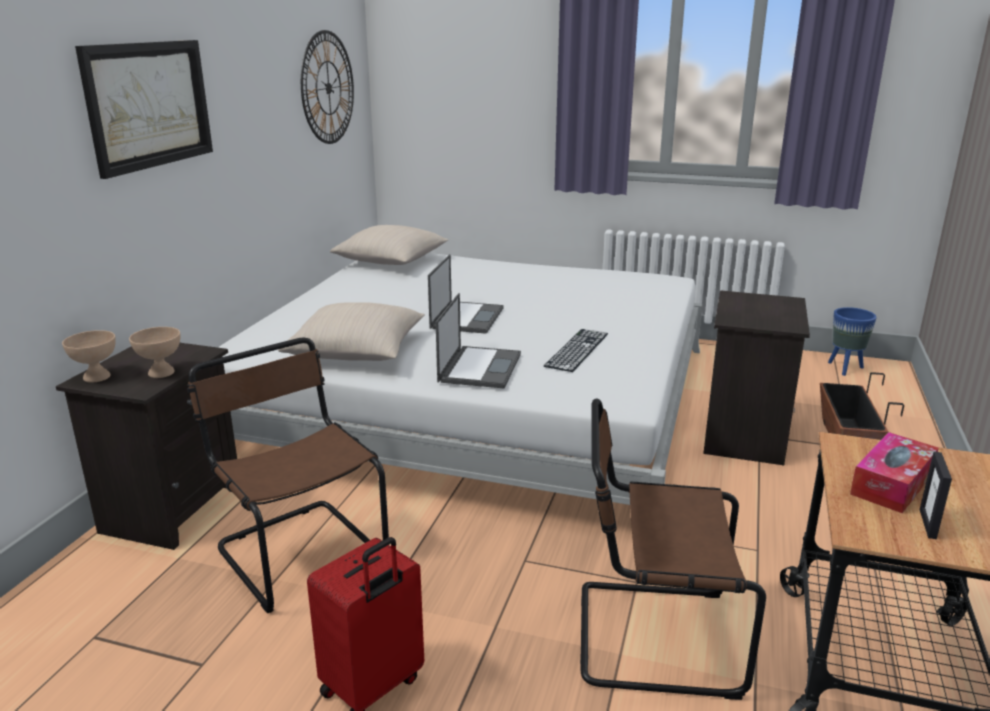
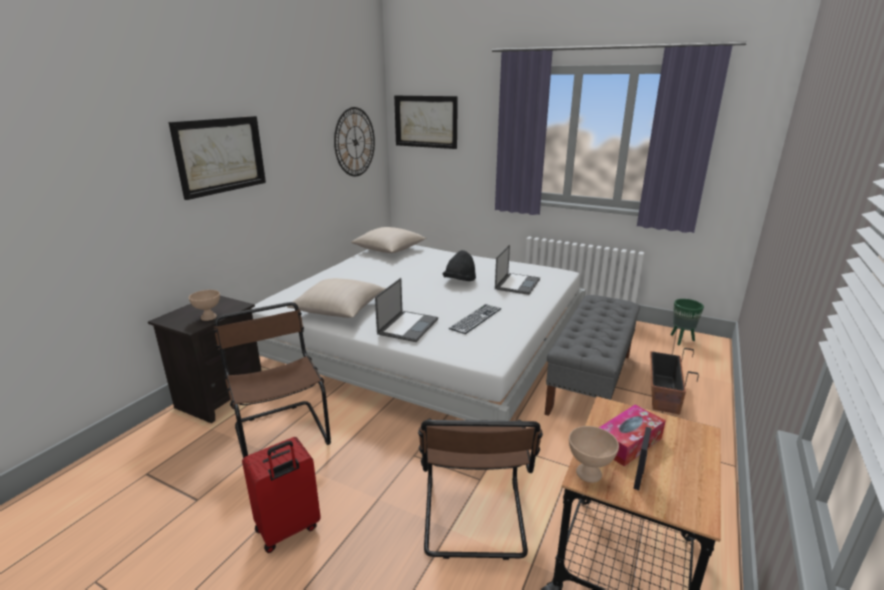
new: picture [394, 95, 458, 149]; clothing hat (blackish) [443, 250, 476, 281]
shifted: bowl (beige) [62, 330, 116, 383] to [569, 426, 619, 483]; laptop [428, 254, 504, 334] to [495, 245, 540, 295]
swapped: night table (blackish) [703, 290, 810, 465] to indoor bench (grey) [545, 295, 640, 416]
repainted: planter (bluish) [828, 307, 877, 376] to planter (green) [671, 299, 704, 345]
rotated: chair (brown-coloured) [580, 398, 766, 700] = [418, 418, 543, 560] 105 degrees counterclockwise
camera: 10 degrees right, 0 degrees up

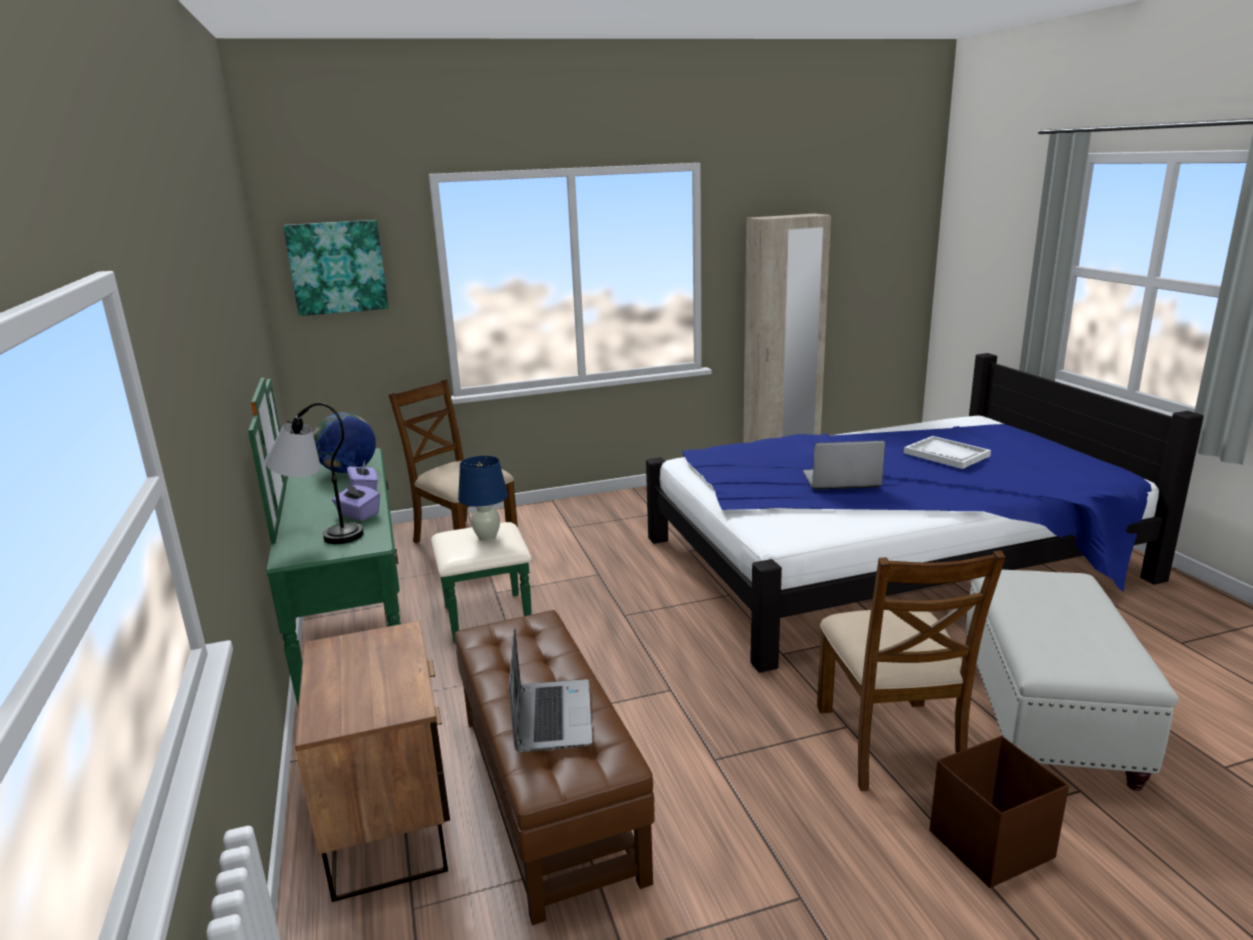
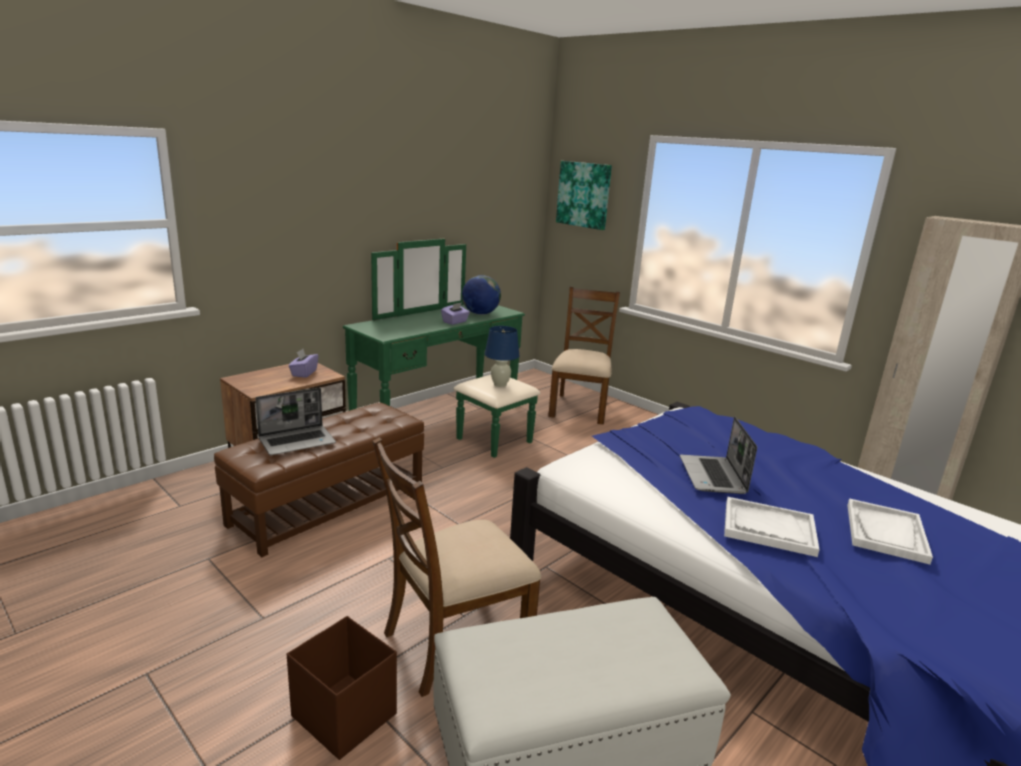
gone: lamp for a table [265, 403, 364, 544]
new: carrying tray (white-coloured) [724, 497, 820, 557]
shifted: box of tissues (purple-coloured) [332, 483, 380, 521] to [288, 349, 318, 378]
rotated: laptop [803, 441, 885, 490] = [680, 417, 757, 494] 150 degrees counterclockwise
camera: 60 degrees right, 0 degrees up

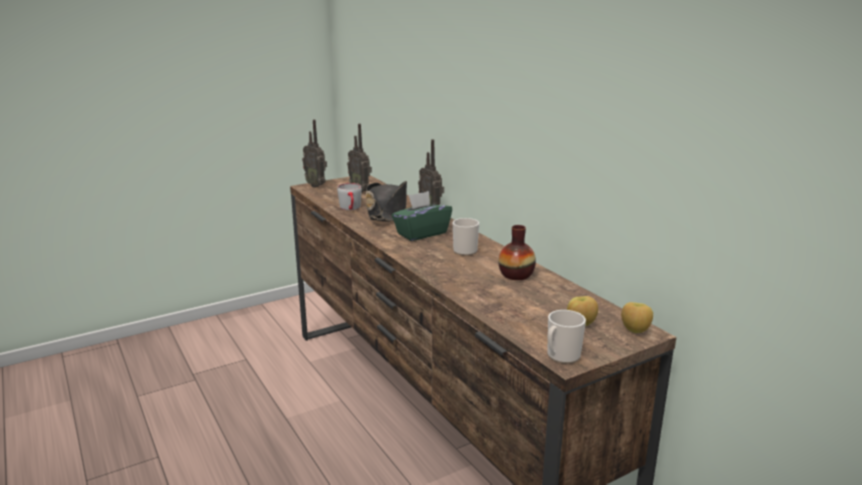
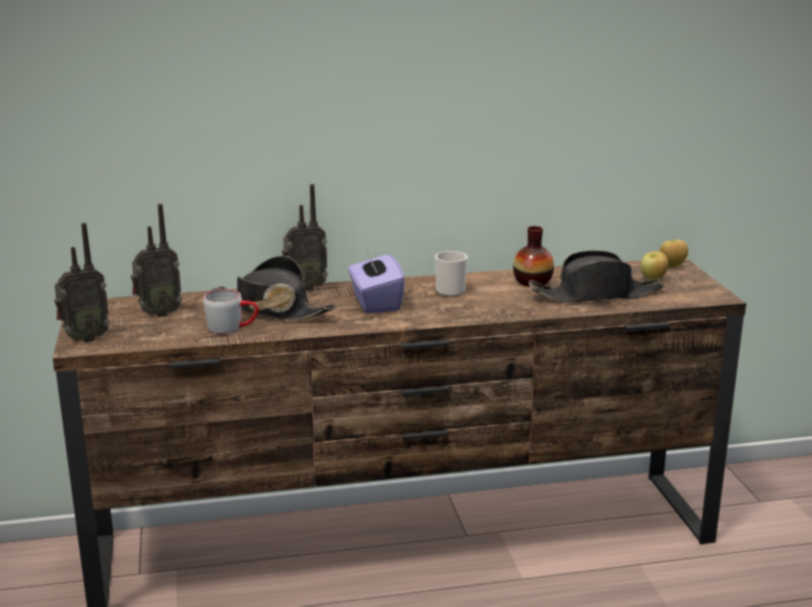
gone: tea mug [547, 310, 586, 364]
new: clothing hat (blackish) [529, 250, 664, 303]
repainted: box of tissues (green) [392, 191, 452, 241] to box of tissues (purple-coloured) [348, 247, 405, 313]
camera: 70 degrees left, 0 degrees up

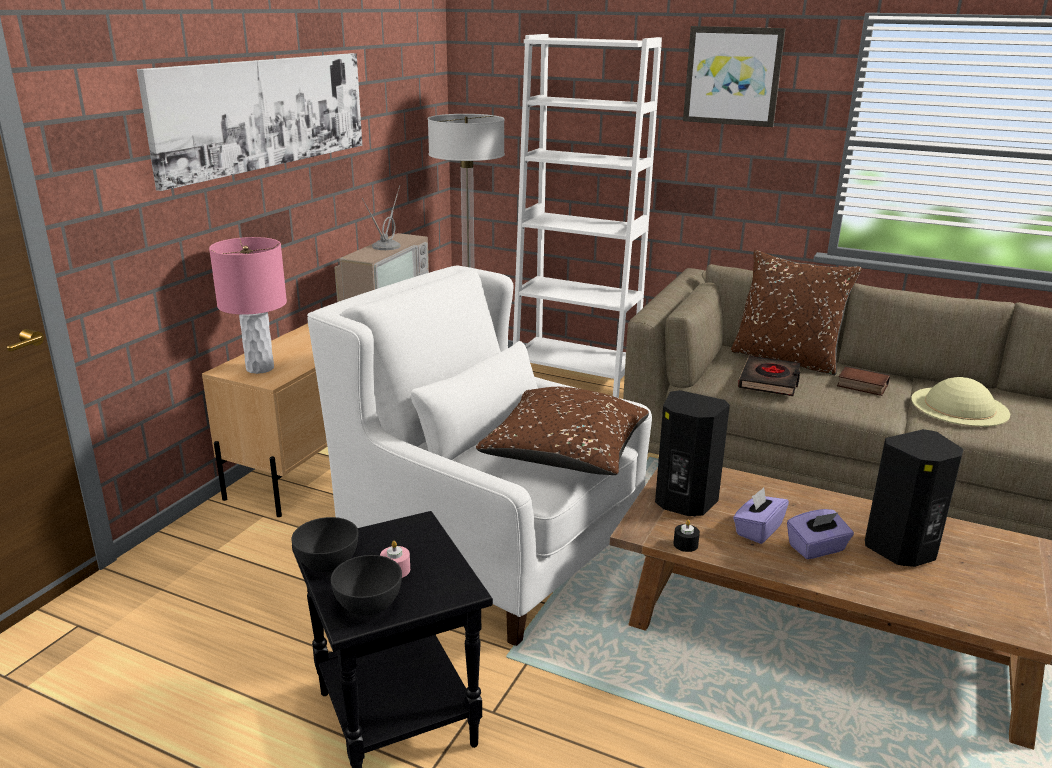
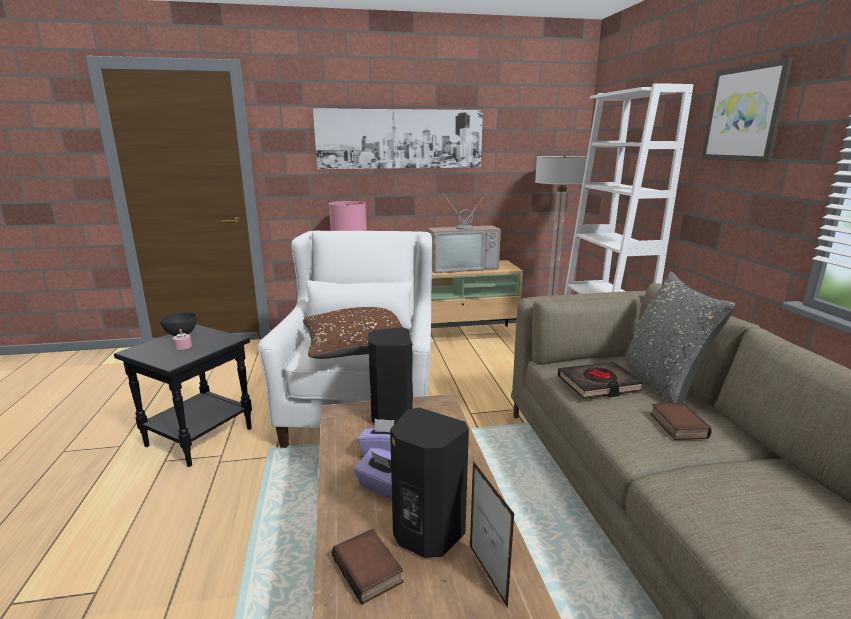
gone: bowl (grey) [331, 555, 402, 616]; candle (blackish) [673, 519, 700, 552]; clothing hat (beige) [911, 377, 1010, 427]
new: volume [332, 529, 404, 605]; picture frame [470, 461, 515, 608]
repainted: cushion (brown-coloured) [731, 250, 862, 375] to cushion (grey) [625, 271, 736, 403]
camera: 55 degrees right, 5 degrees down

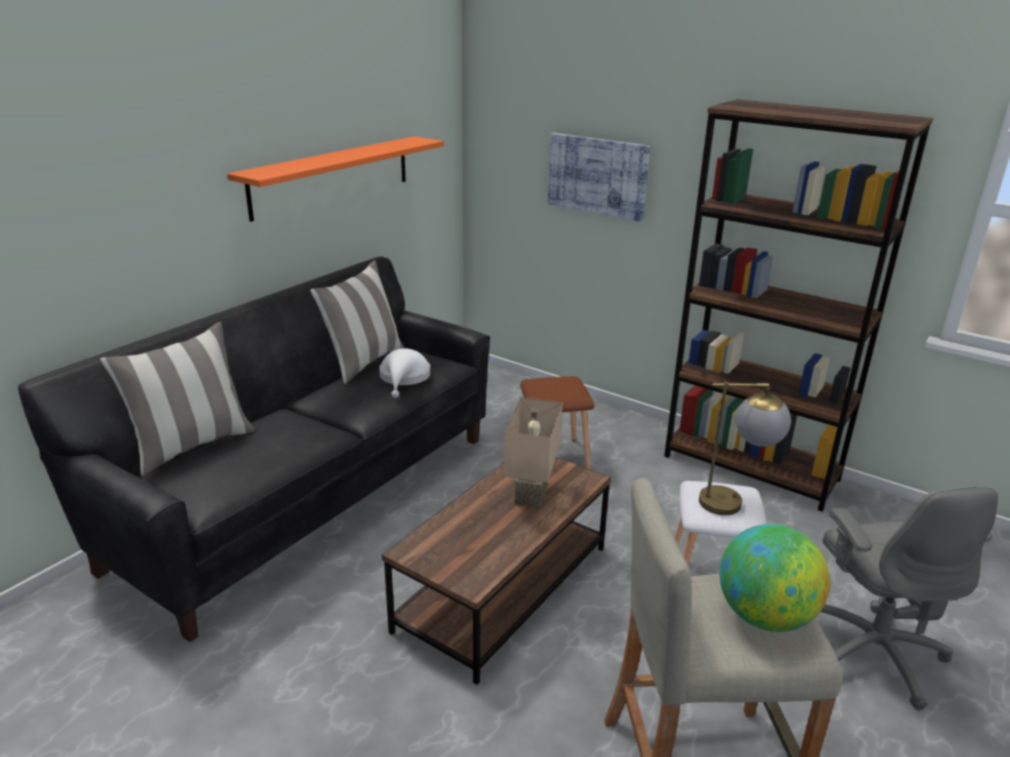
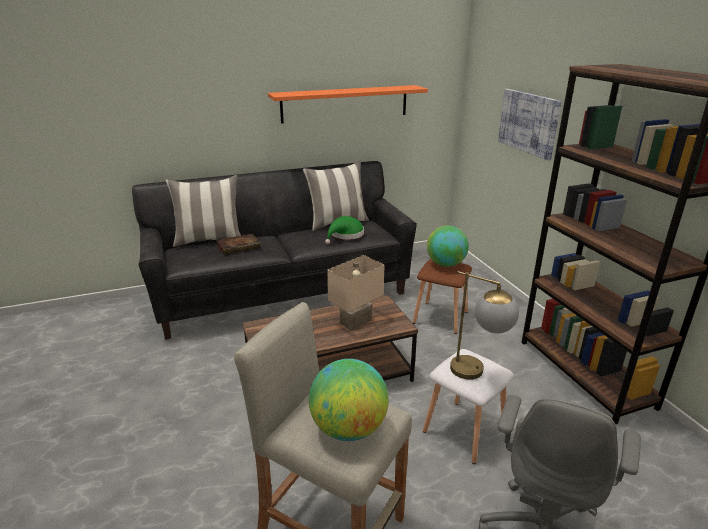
new: volume [216, 234, 261, 255]; globe [427, 226, 469, 267]
repainted: clothing hat (white-coloured) [379, 348, 430, 398] to clothing hat (green) [325, 216, 364, 244]
camera: 35 degrees right, 0 degrees up

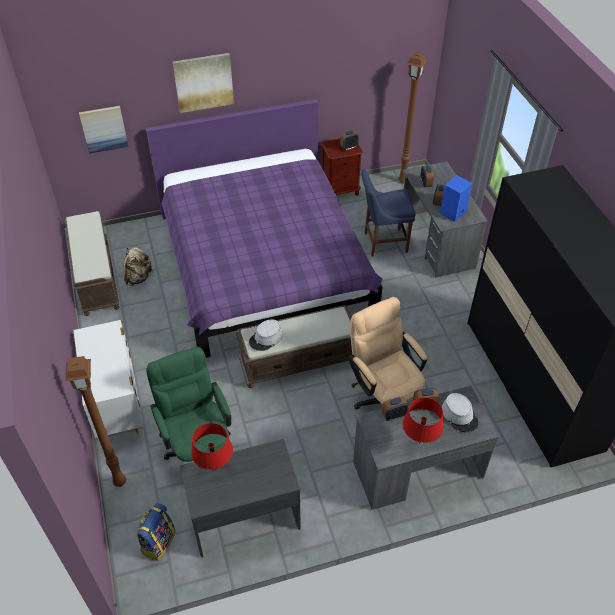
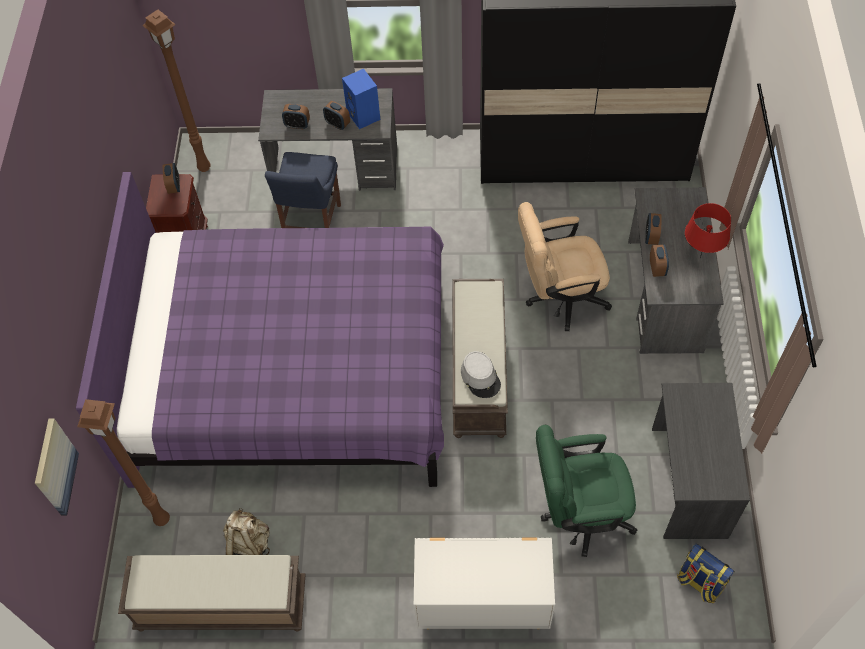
gone: picture [173, 53, 234, 113]; lamp for a table (red-coloured) [191, 423, 233, 471]; clothing hat (grey) [442, 393, 478, 432]
shifted: standard lamp (brown-coloured) [65, 356, 126, 487] to [77, 399, 170, 526]
camera: 70 degrees left, 10 degrees up

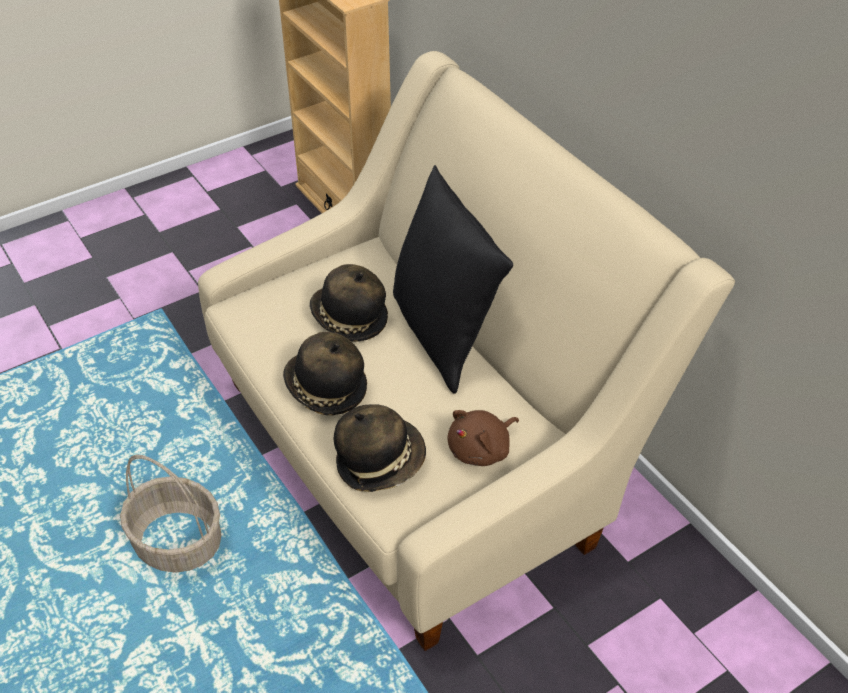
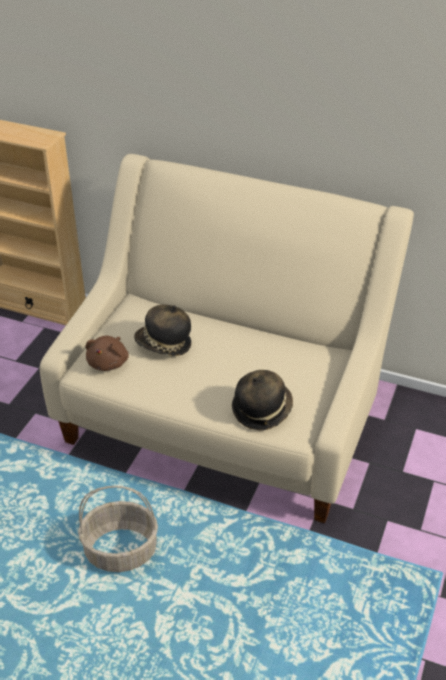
gone: clothing hat [283, 332, 367, 415]; cushion (blackish) [393, 165, 513, 394]
shifted: soft toy (brown-coloured) [448, 410, 519, 466] to [86, 336, 129, 371]
camera: 35 degrees left, 5 degrees down

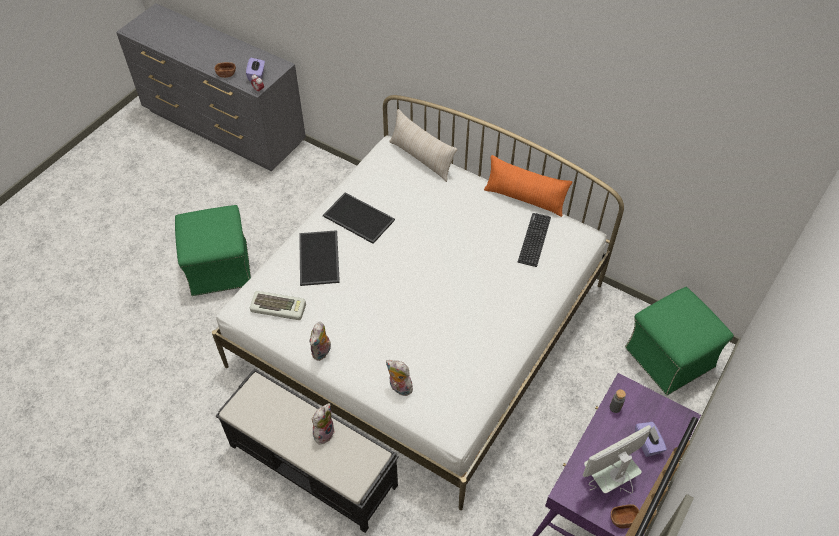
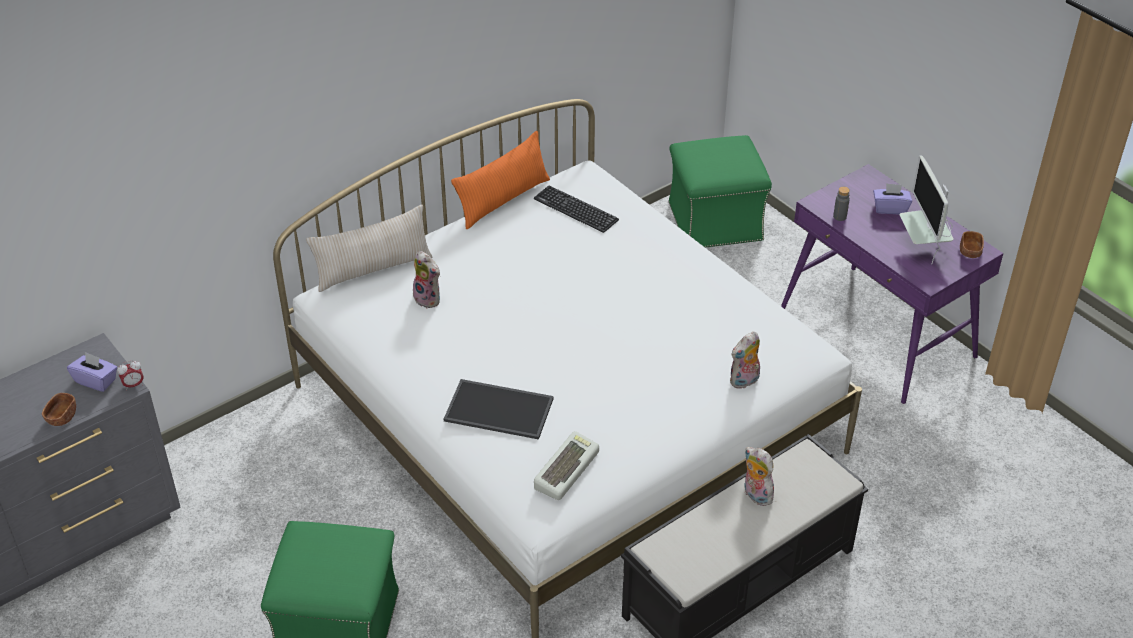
gone: carrying tray [323, 193, 395, 244]
shifted: soft toy [310, 322, 331, 361] to [413, 251, 441, 309]
camera: 70 degrees left, 10 degrees down

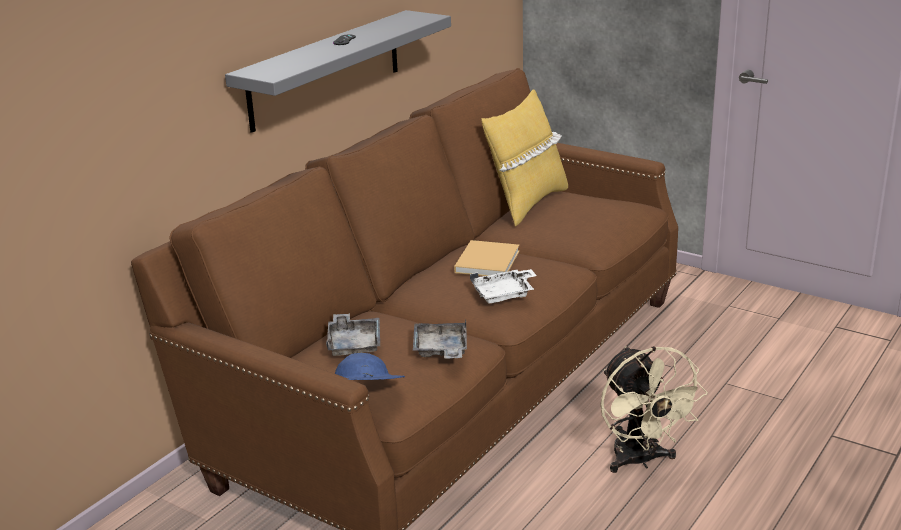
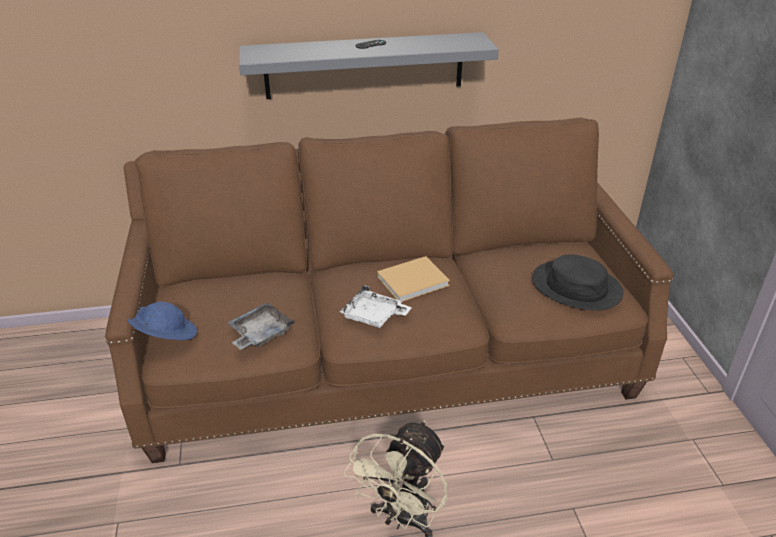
gone: carrying tray (grey) [326, 314, 380, 356]; cushion (yellow-coloured) [481, 89, 568, 227]
new: clothing hat (blackish) [532, 254, 624, 311]
camera: 45 degrees right, 10 degrees up

